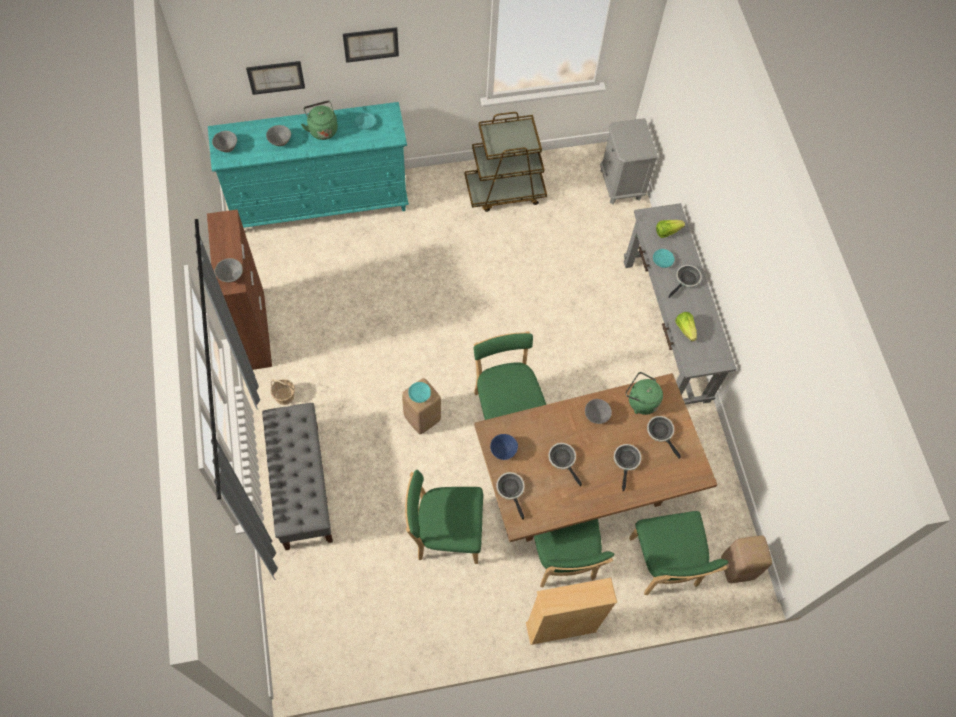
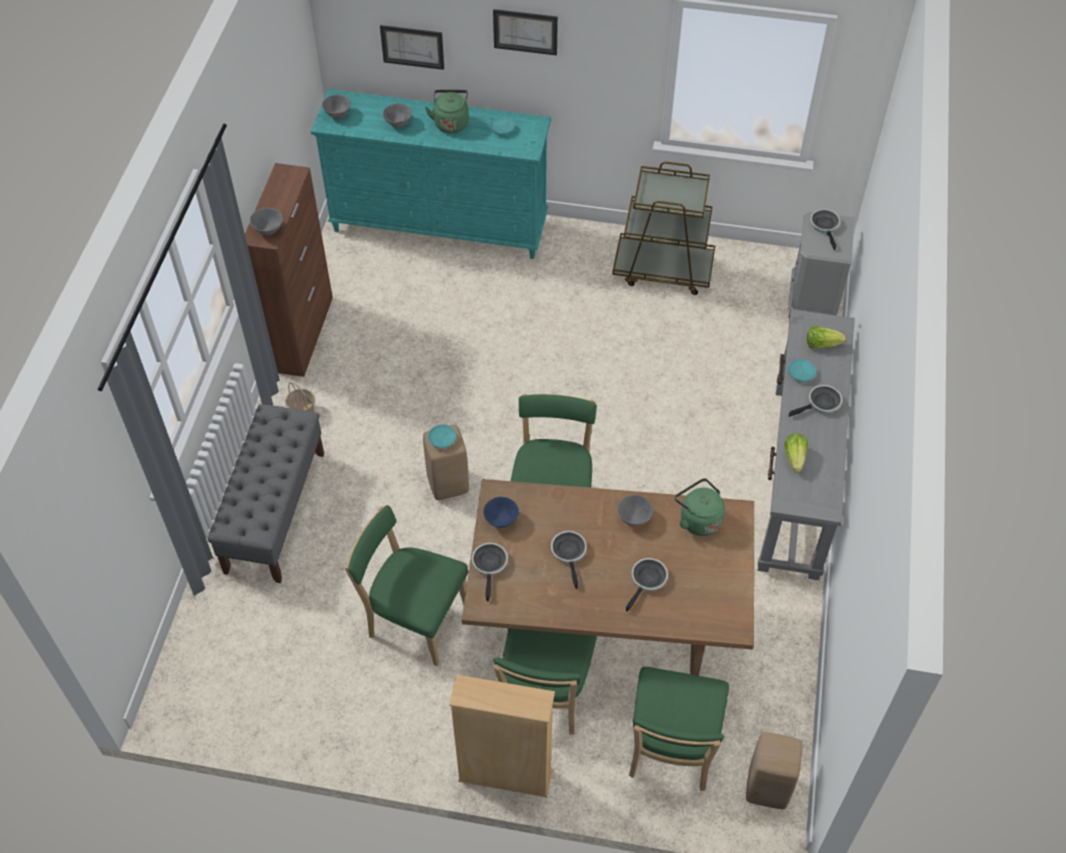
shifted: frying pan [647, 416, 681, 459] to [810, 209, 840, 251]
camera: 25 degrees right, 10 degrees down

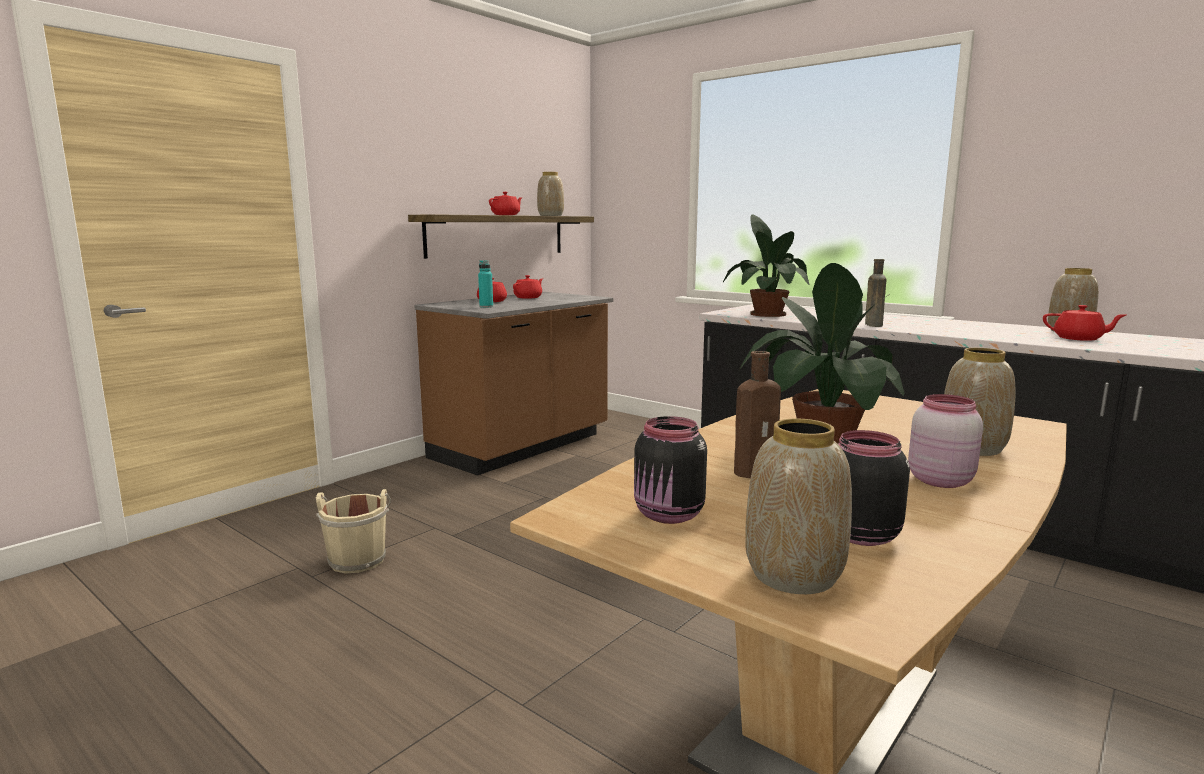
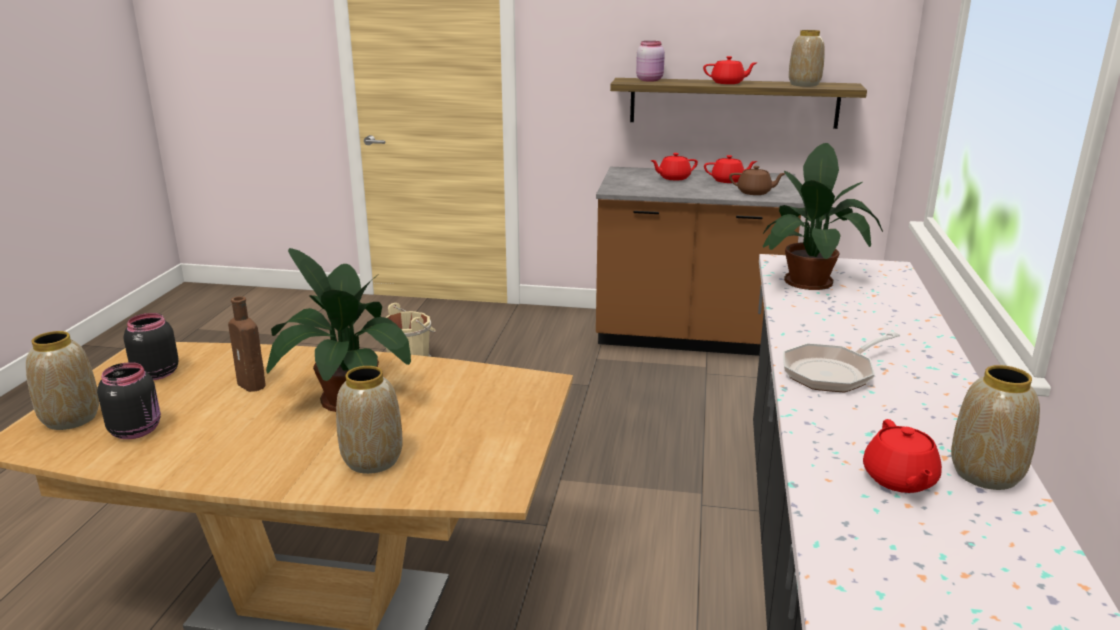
gone: beverage bottle (blue-green) [478, 260, 493, 308]; beverage bottle (brown-coloured) [865, 259, 886, 327]
new: pot for tea (brown-coloured) [729, 166, 785, 195]; frying pan [783, 331, 900, 392]
shifted: storage jar (pink) [908, 394, 983, 488] to [636, 41, 665, 82]
camera: 60 degrees right, 10 degrees up

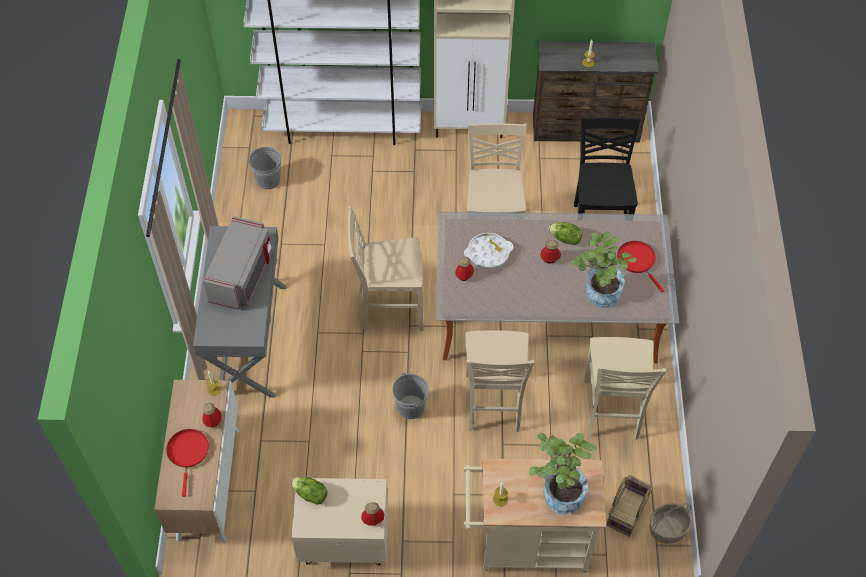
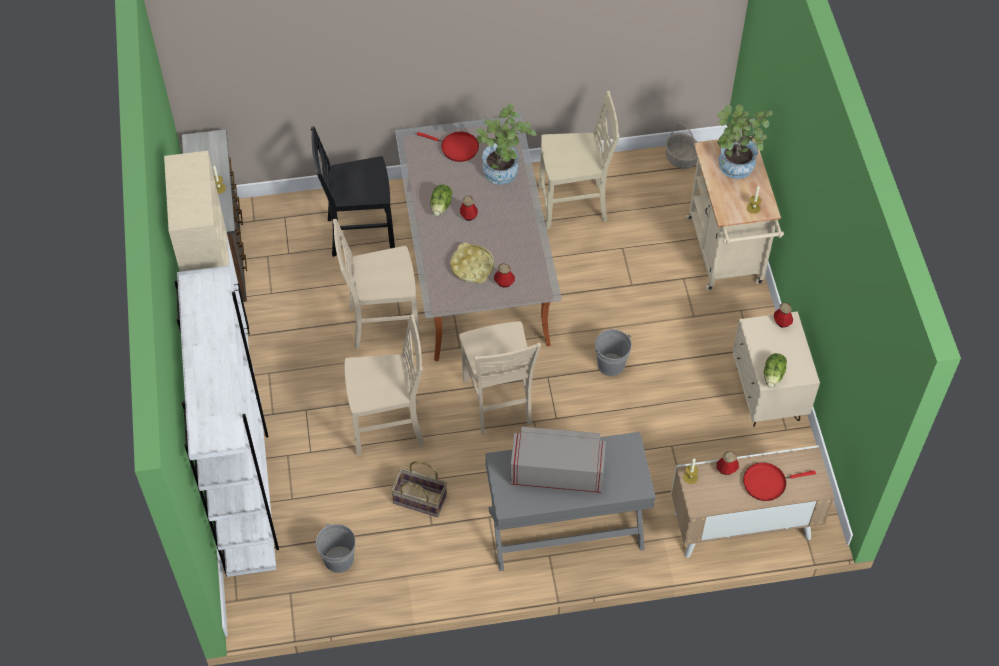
shifted: chair (beige) [465, 330, 535, 432] to [345, 314, 424, 456]; storage basket [606, 475, 653, 537] to [391, 461, 447, 517]
repainted: carrying tray (white-coloured) [464, 233, 513, 269] to carrying tray (yellow-coloured) [450, 243, 494, 283]
rotated: frying pan (red-coloured) [617, 241, 664, 293] = [417, 132, 479, 162] 120 degrees counterclockwise
camera: 100 degrees left, 0 degrees up

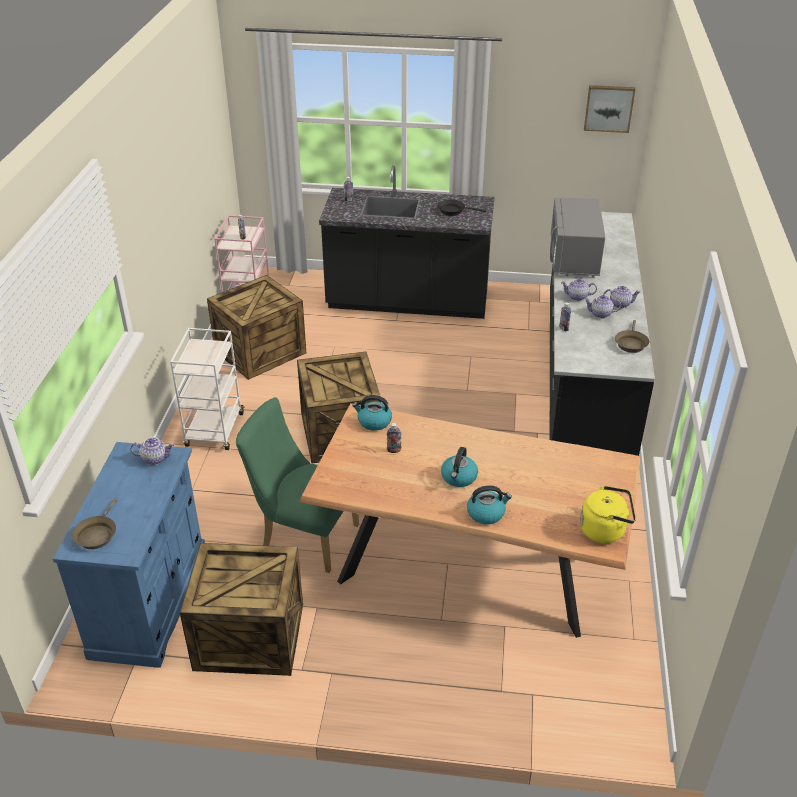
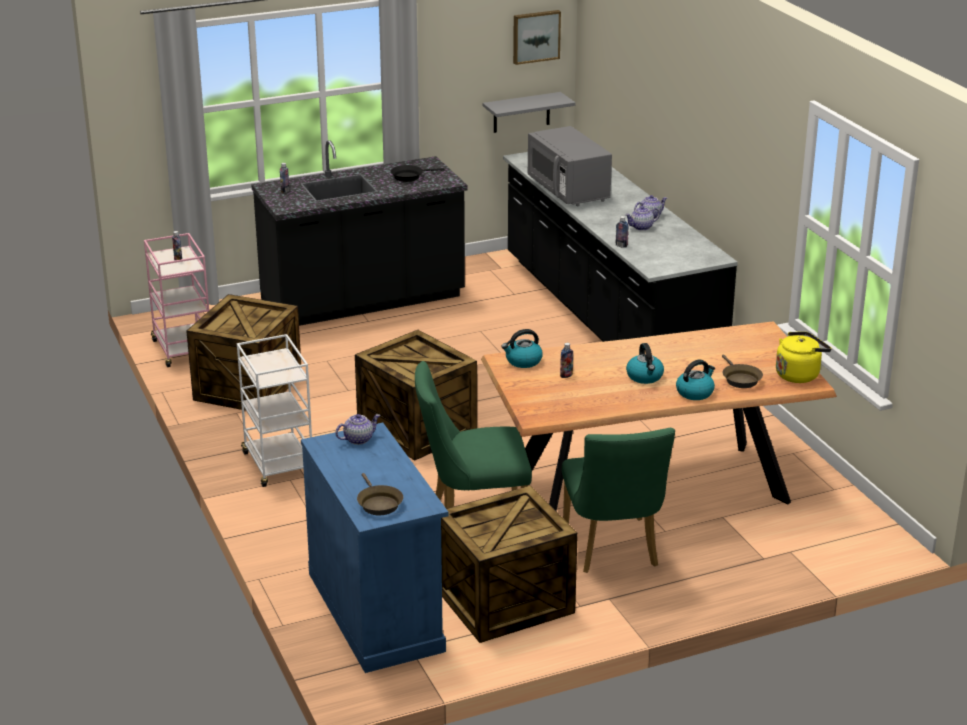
gone: pot for tea [561, 278, 597, 301]
new: shelf (grey) [483, 92, 575, 133]; chair (green) [562, 428, 675, 573]
shifted: frying pan (brown-coloured) [615, 320, 650, 353] to [722, 355, 763, 388]
camera: 30 degrees left, 10 degrees down

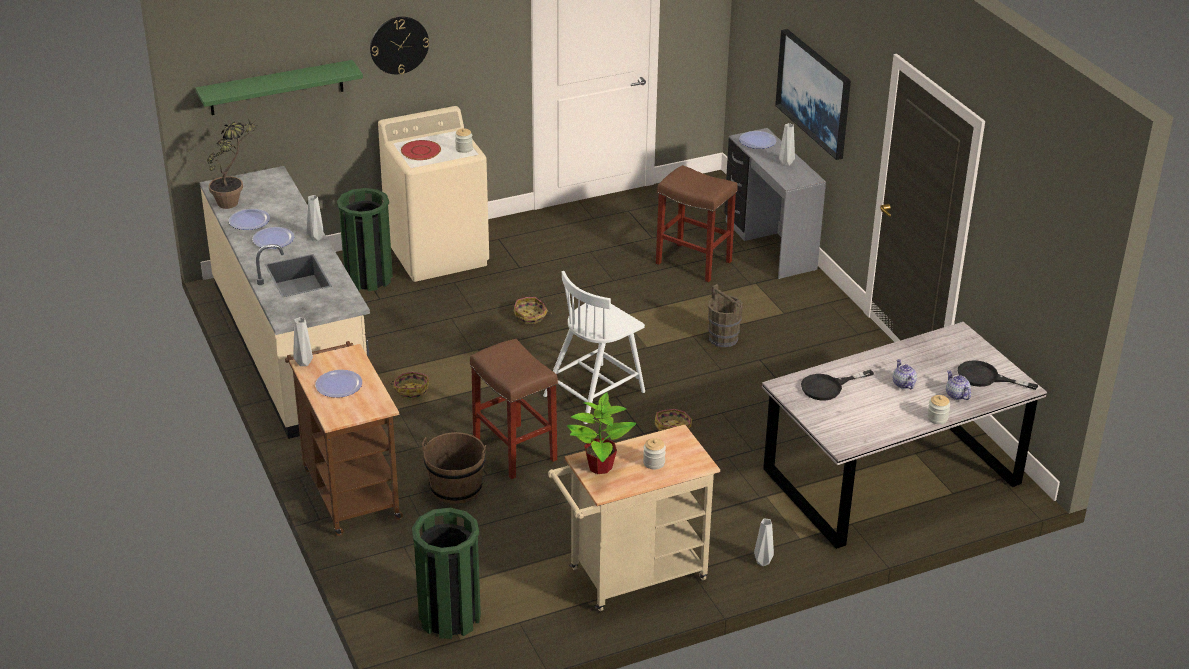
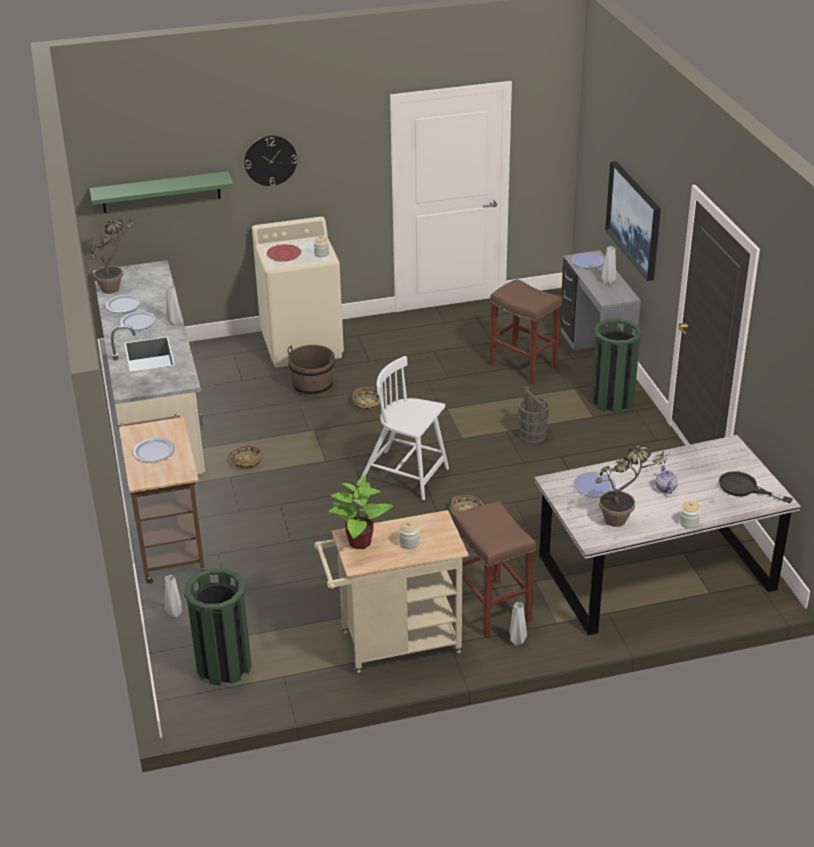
gone: pot for tea [946, 370, 971, 400]
new: plant in a pot [596, 445, 670, 527]
shifted: vase (grey) [293, 317, 313, 366] to [165, 575, 182, 617]; waste bin (green) [337, 188, 393, 291] to [590, 319, 642, 413]; pail (brown-coloured) [422, 432, 486, 504] to [287, 345, 335, 397]; sitting stool (brown-coloured) [470, 339, 558, 479] to [453, 501, 536, 637]
swapped: frying pan (blackish) [801, 370, 874, 400] to dinner plate [573, 472, 616, 498]
rotated: chair (white-coloured) [543, 271, 645, 424] = [361, 356, 449, 500] 60 degrees clockwise
camera: 10 degrees right, 0 degrees up

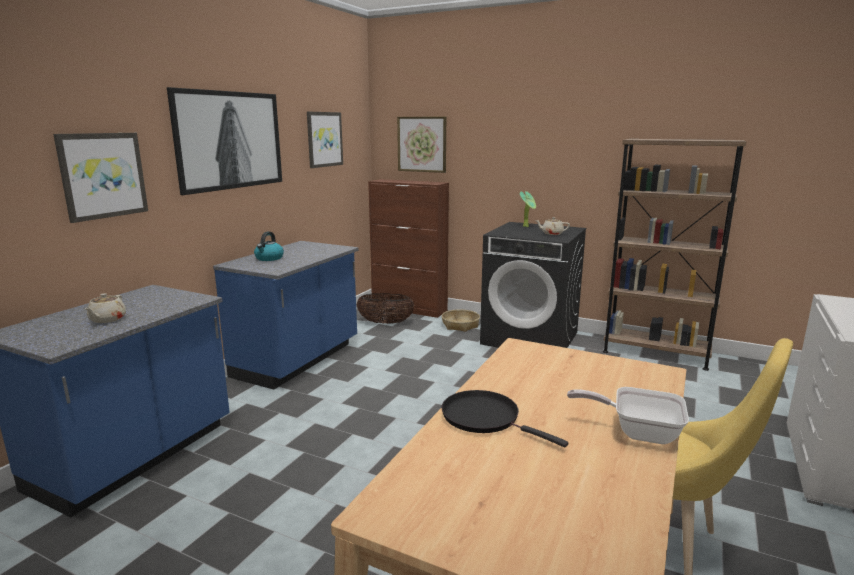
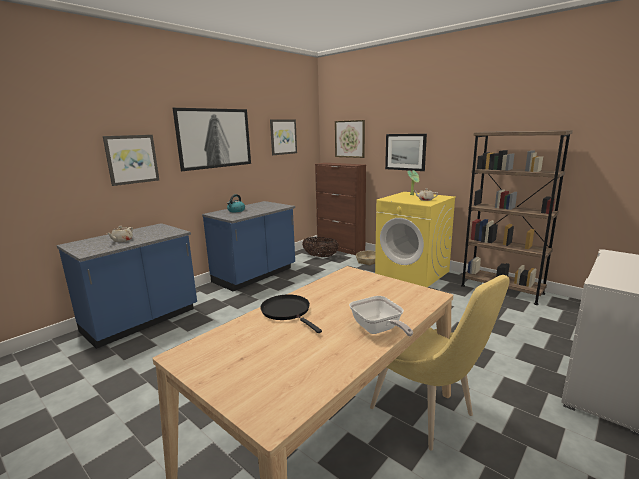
new: picture [385, 134, 427, 171]
repainted: laundry appliance (blackish) [480, 222, 586, 348] to laundry appliance (yellow-coloured) [375, 192, 456, 287]
rotated: frying pan [567, 387, 689, 444] = [349, 296, 413, 336] 150 degrees counterclockwise
camera: 15 degrees right, 0 degrees up

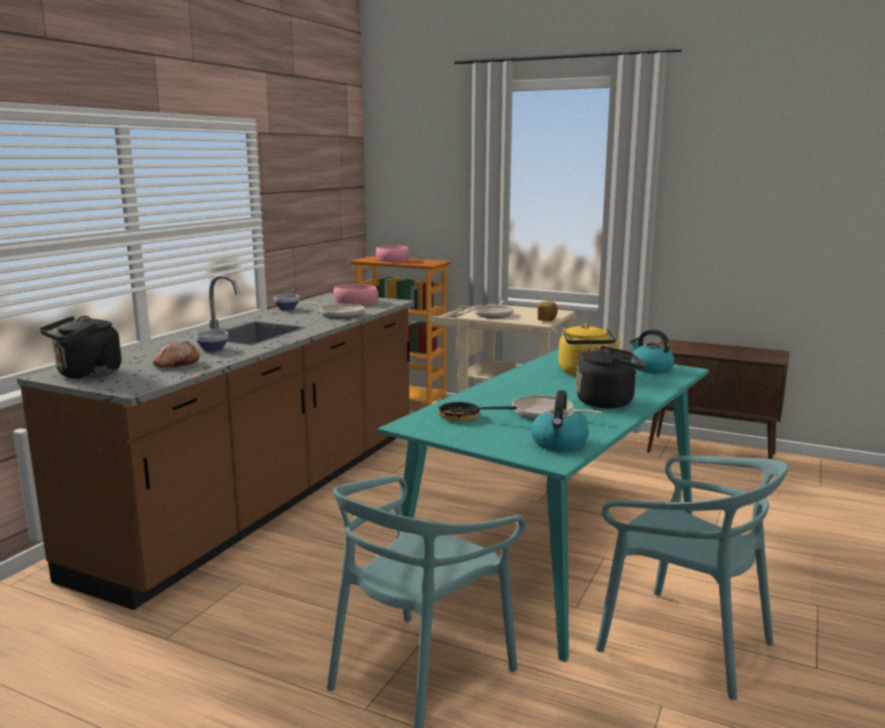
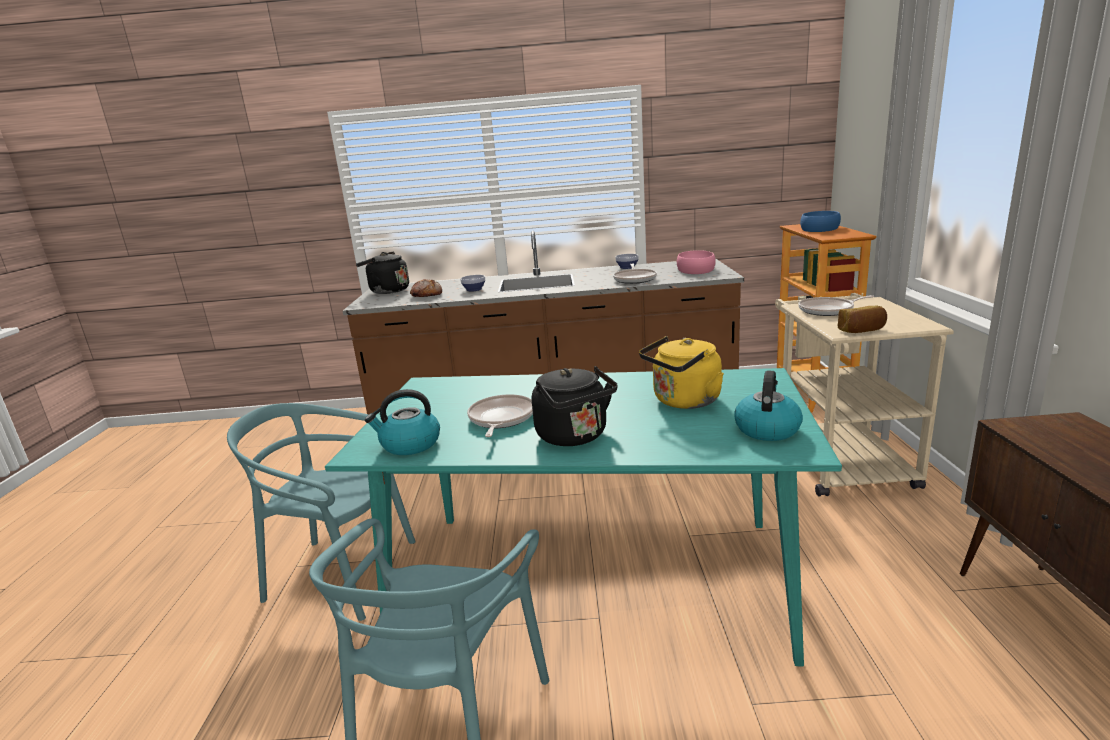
gone: frying pan [438, 400, 517, 422]
repainted: bowl (pink) [376, 245, 410, 262] to bowl (bluish) [800, 211, 841, 232]
camera: 65 degrees right, 5 degrees up

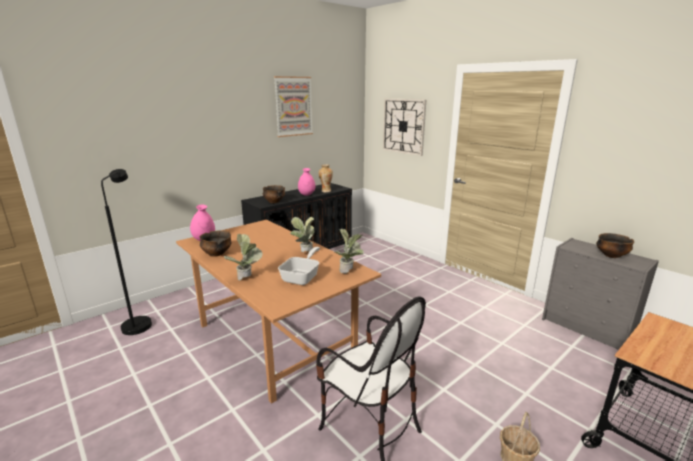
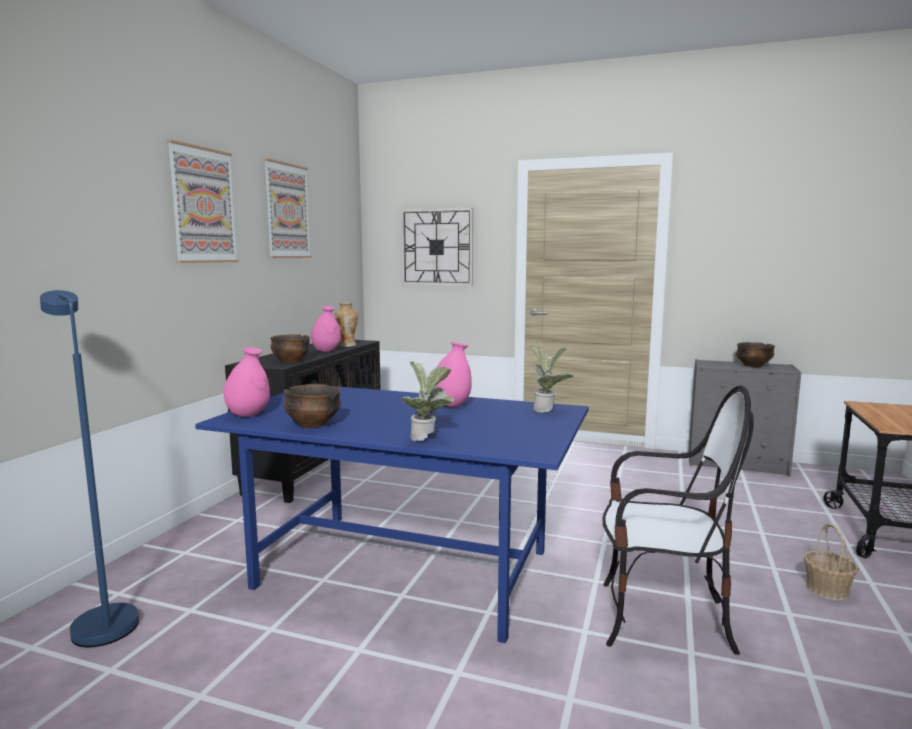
gone: frying pan [278, 247, 320, 285]
new: picture [167, 140, 239, 263]
swapped: plant in a pot [290, 217, 315, 253] to vase (pink) [436, 342, 472, 407]
repainted: standard lamp (blackish) [101, 169, 152, 335] to standard lamp (bluish) [40, 290, 139, 647]; kitchen table (brown-coloured) [176, 220, 381, 404] to kitchen table (bluish) [195, 384, 588, 643]
camera: 30 degrees left, 10 degrees down

